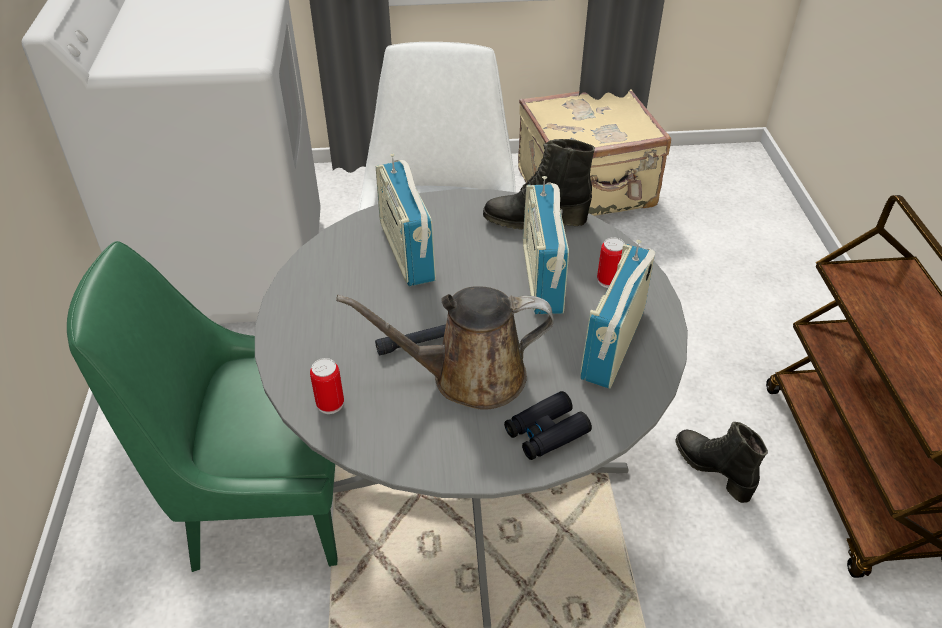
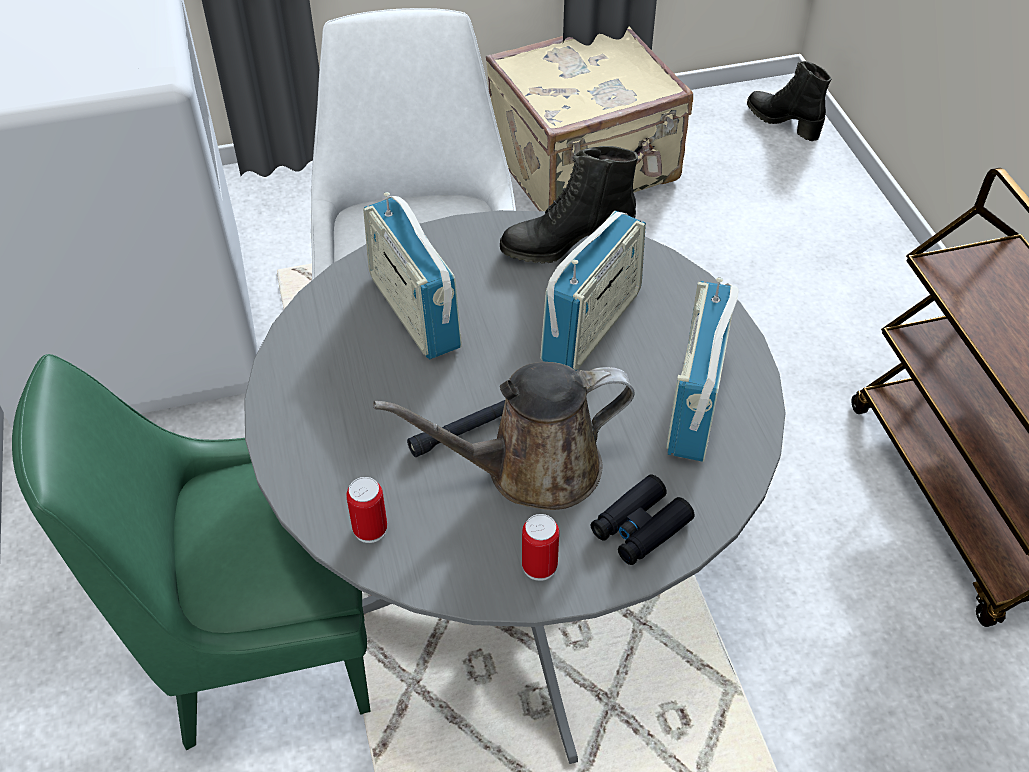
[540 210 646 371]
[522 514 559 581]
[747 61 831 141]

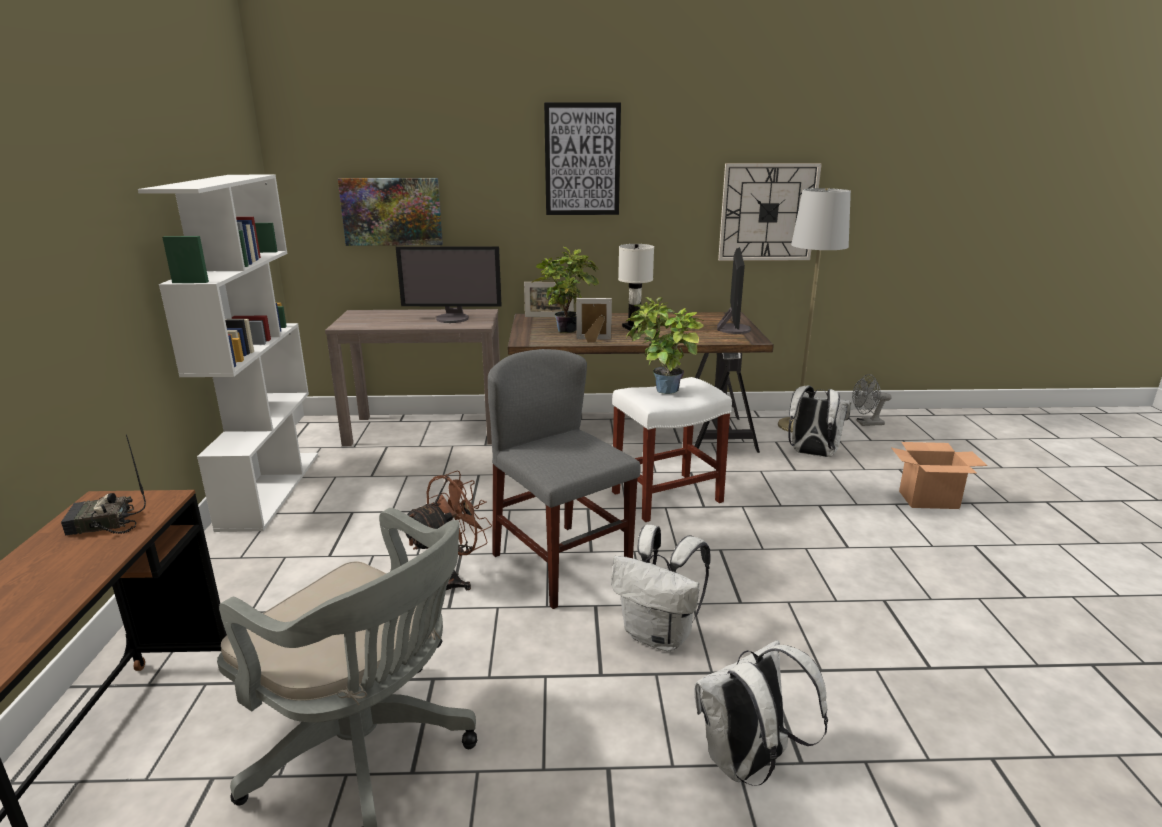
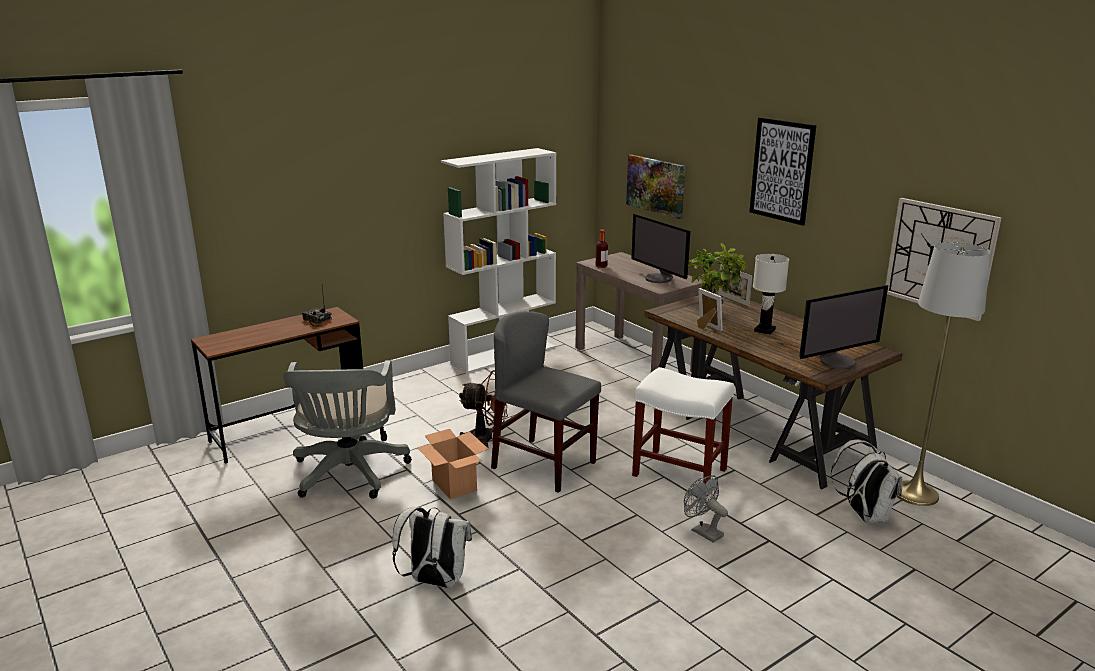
[491 311 601 493]
[611 525 711 652] (first image)
[626 297 704 394] (first image)
[684 475 728 543]
[417 429 488 499]
[596 230 608 268]

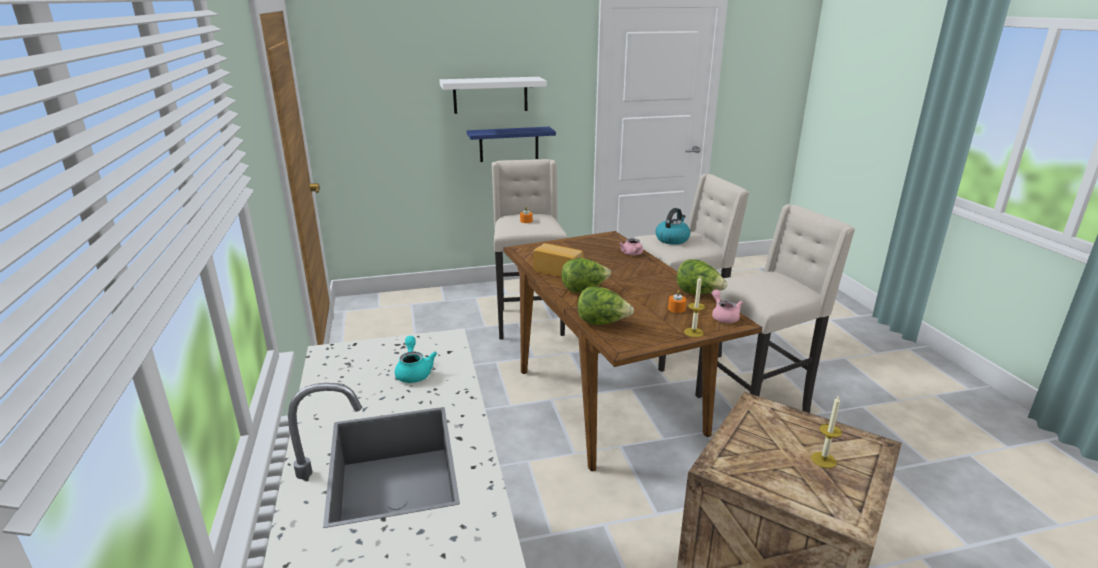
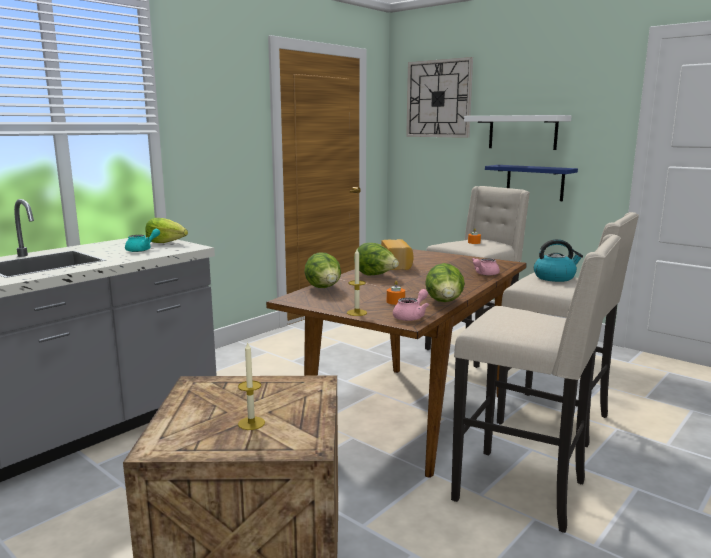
[145 218 188 243]
[406 57 473 138]

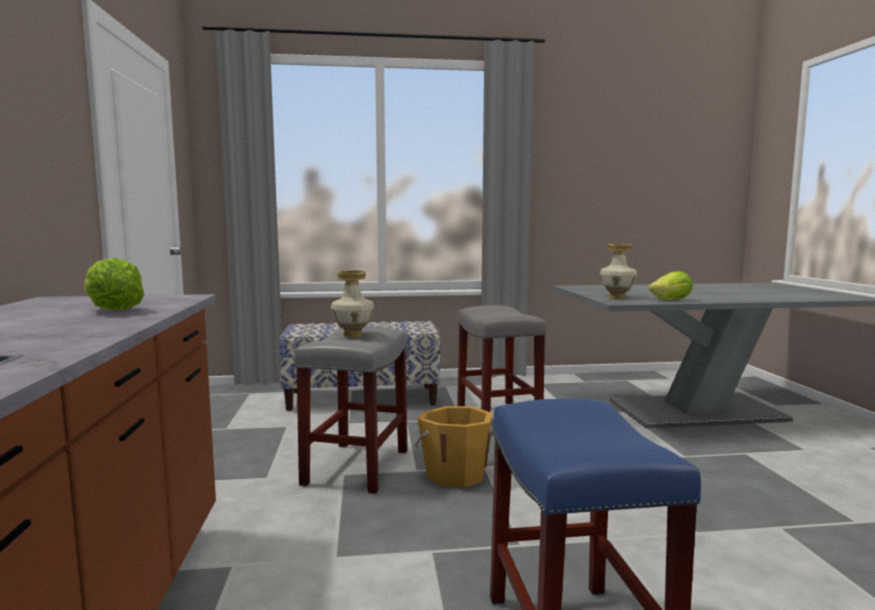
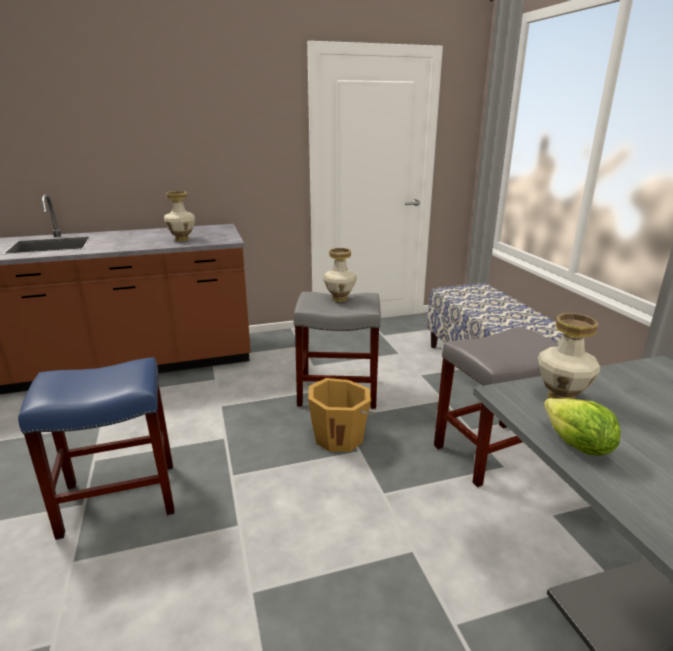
[164 191 195 241]

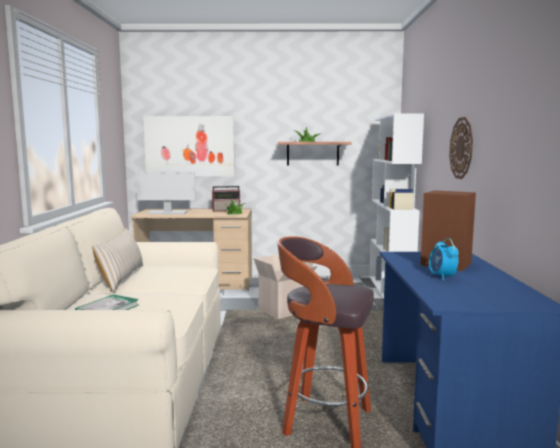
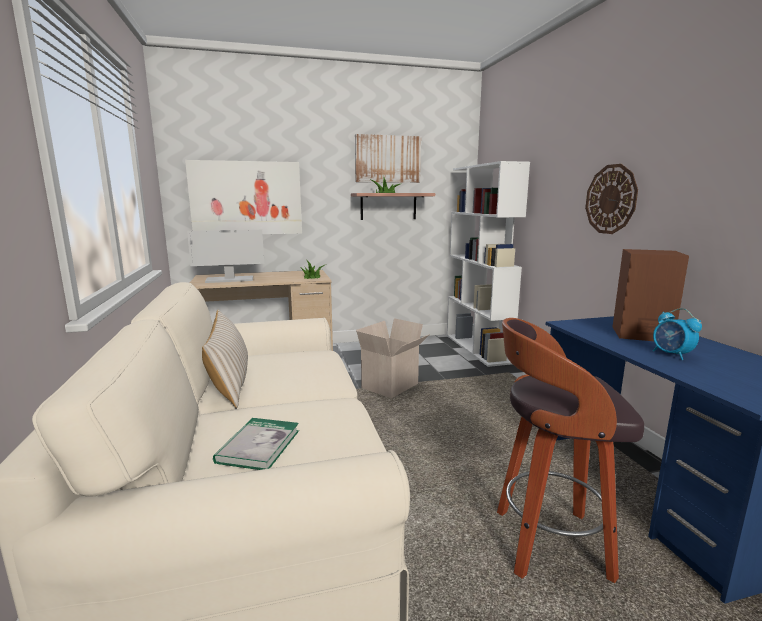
[212 186 240 212] (first image)
[355 134 421 183]

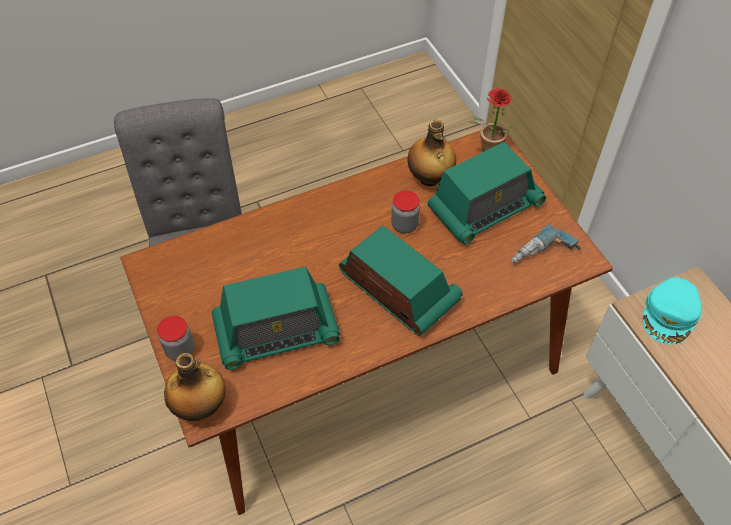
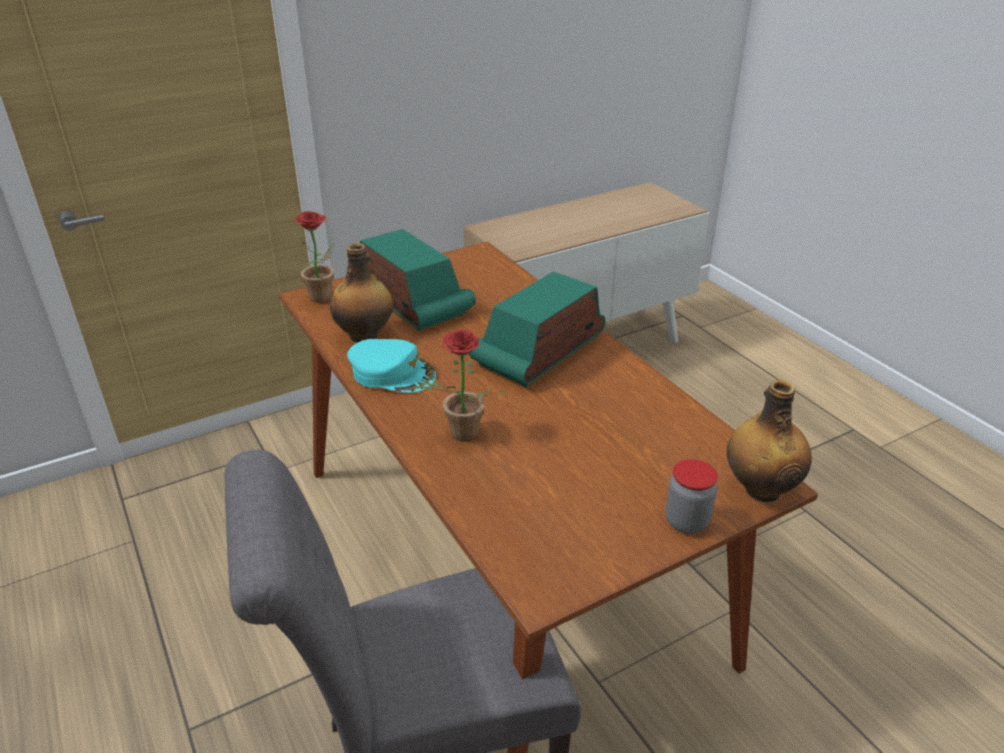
[212 267 340 370] (first image)
[391 191 420 234] (first image)
[511 224 581 263] (first image)
[347 339 436 393]
[422 330 505 442]

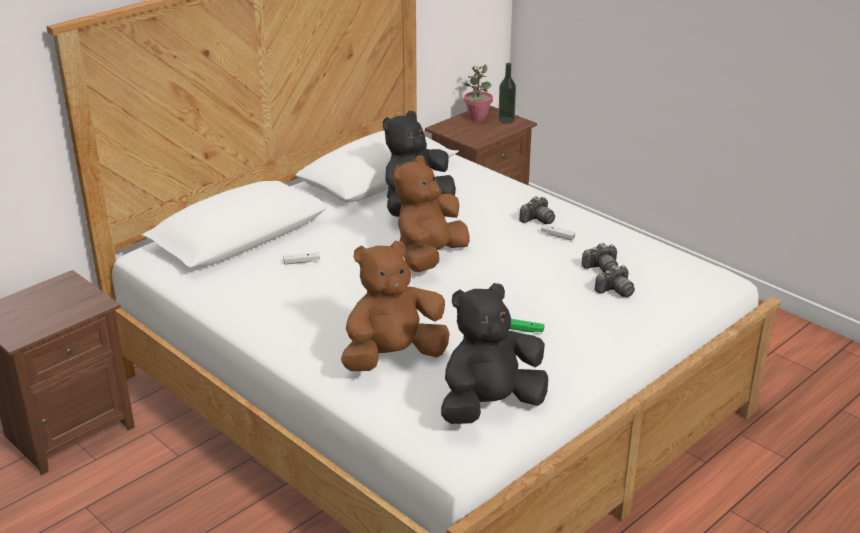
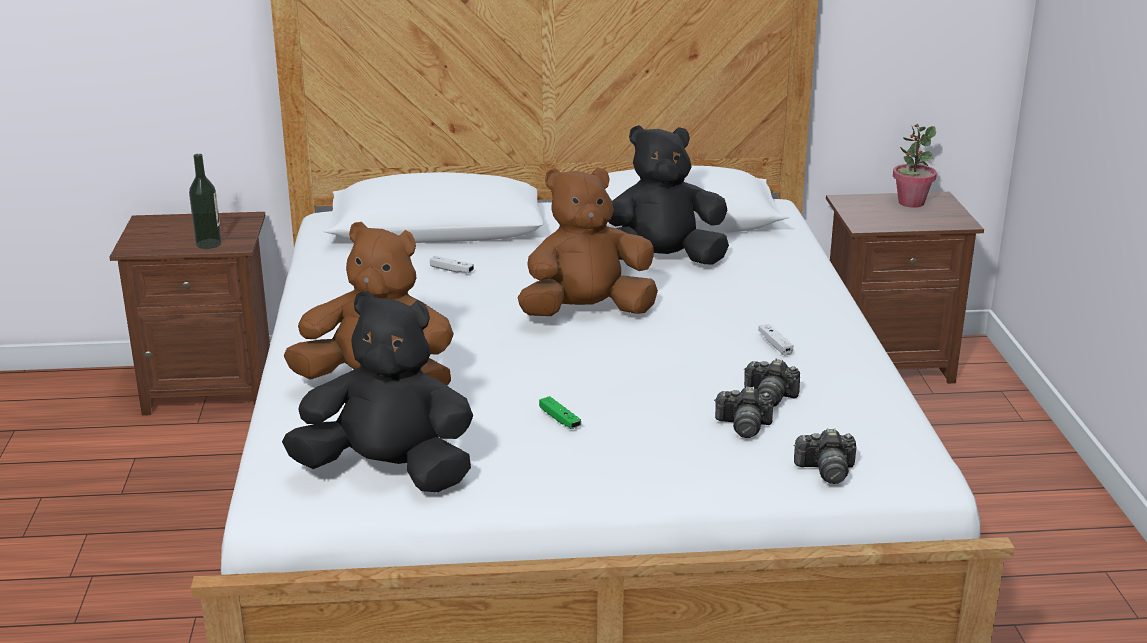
[189 154 222 249]
[793 428 856 484]

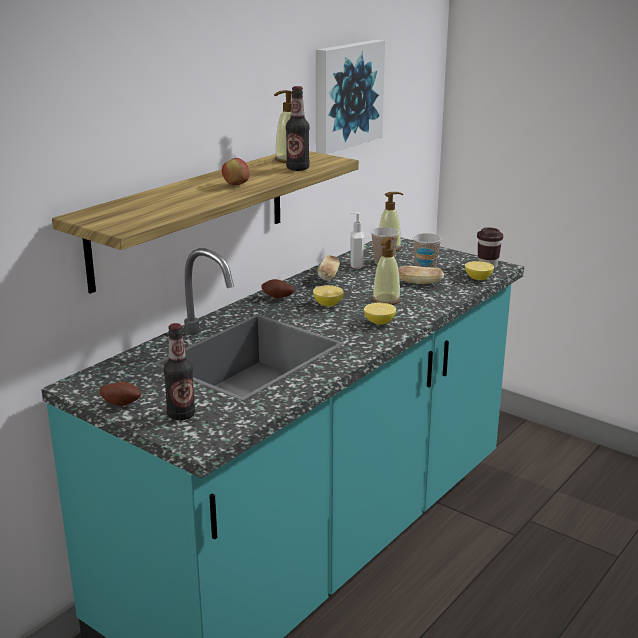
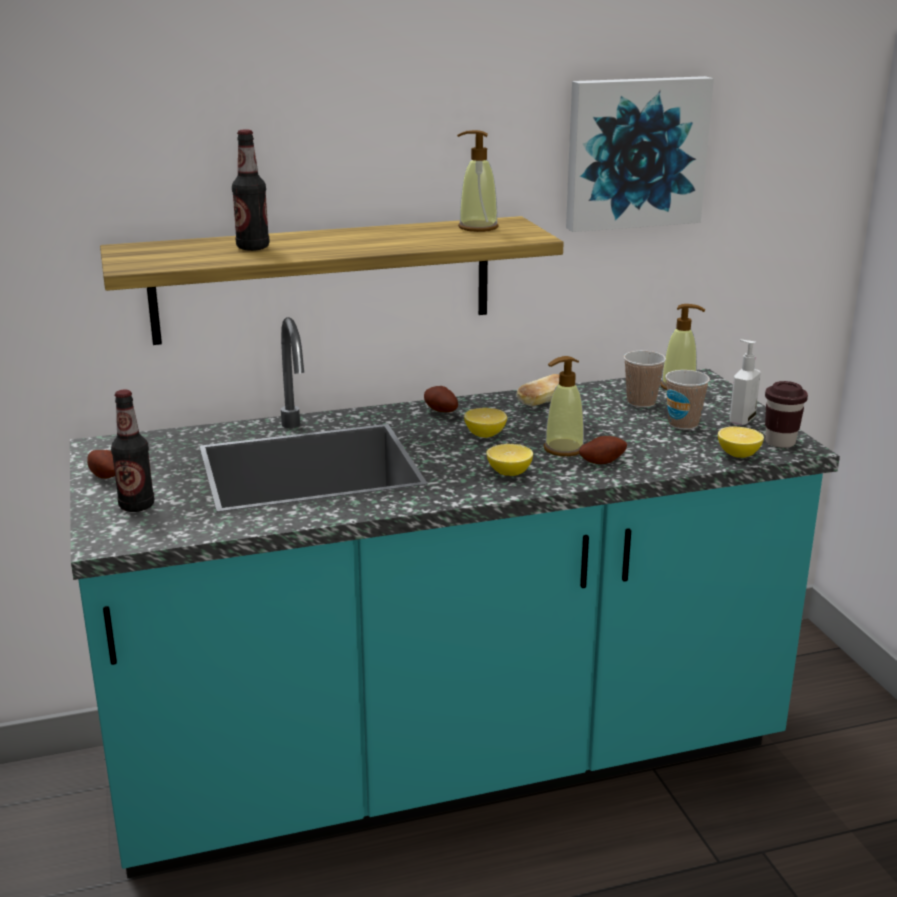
[222 158 250 185] (first image)
[232 129 269 251]
[729 339 761 426]
[398 266 444 284] (first image)
[579 436 627 464]

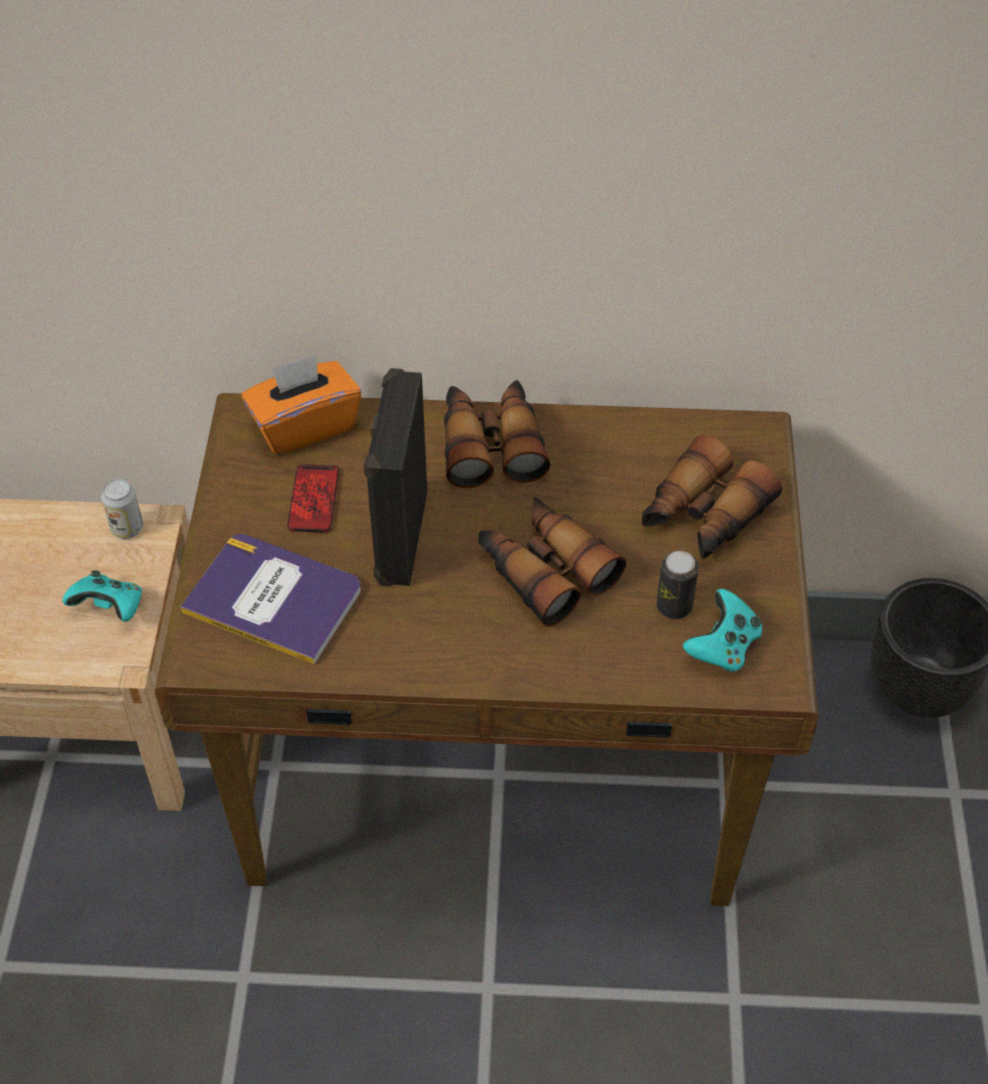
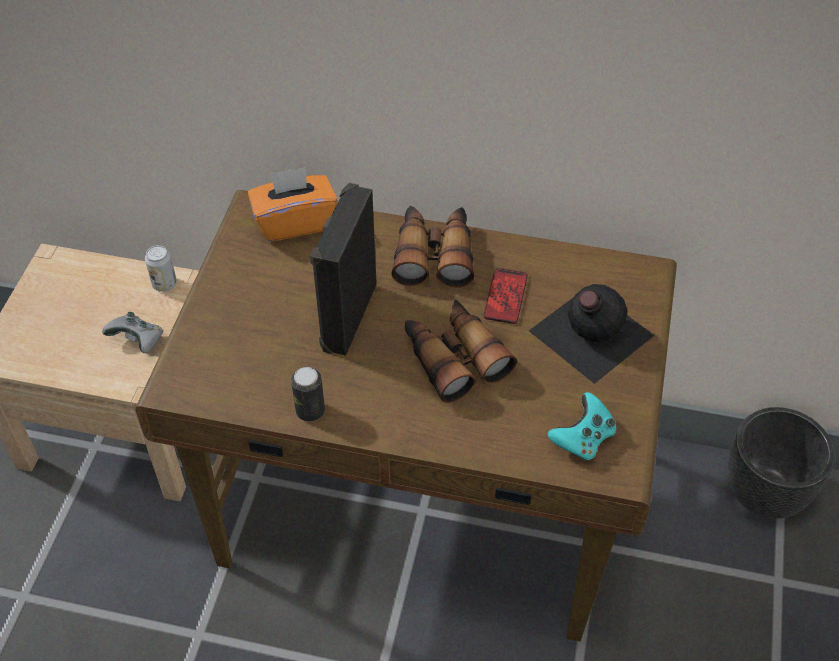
[102 312 163 353]
[180 534 361 665] (first image)
[483 268 528 324]
[529 284 654 384]
[291 367 325 422]

